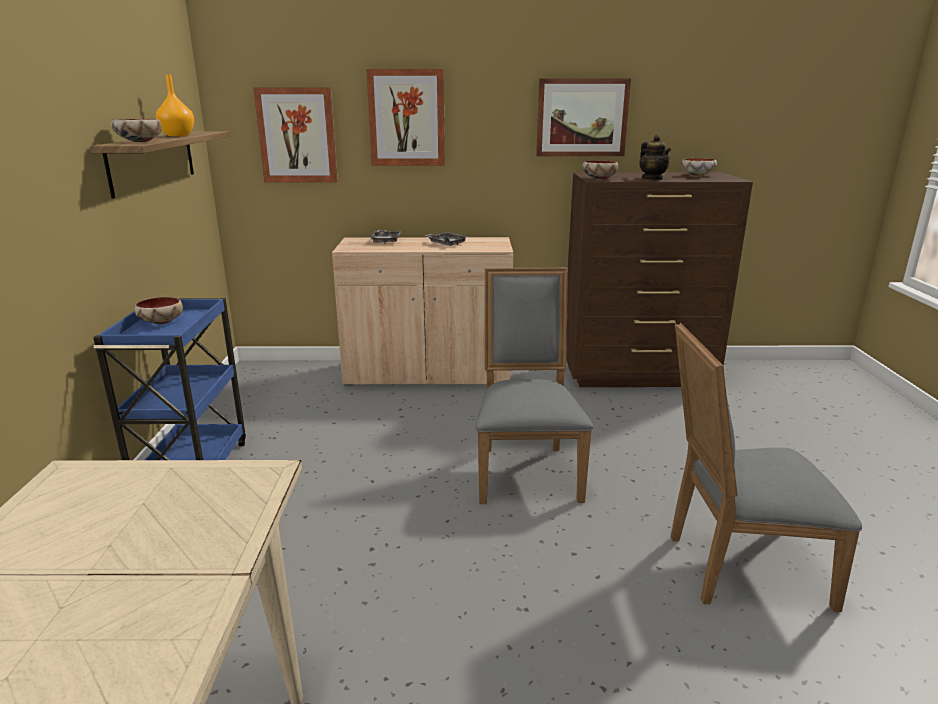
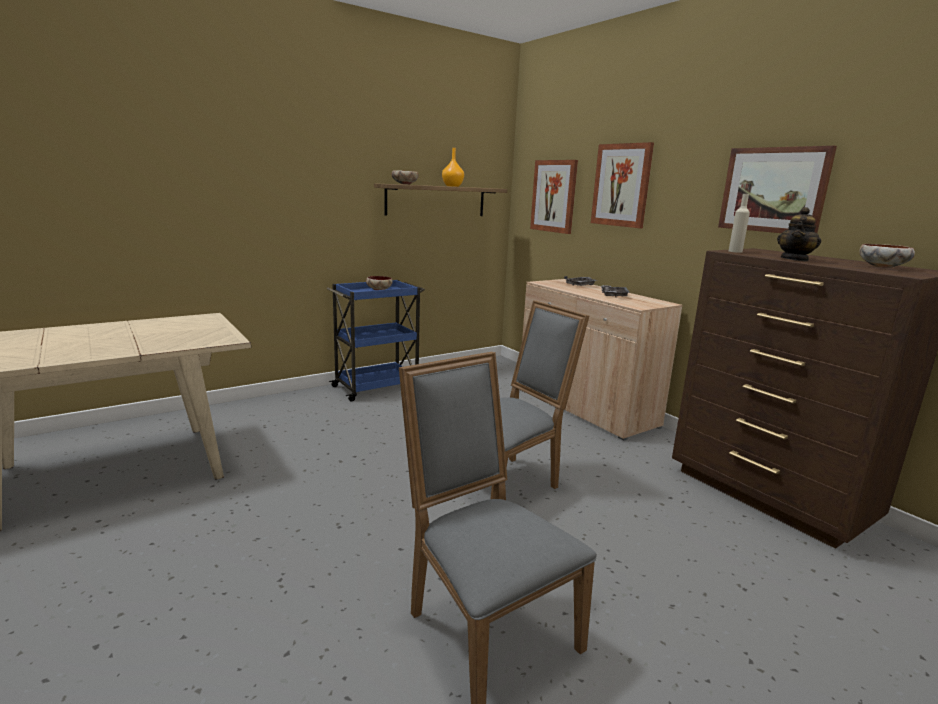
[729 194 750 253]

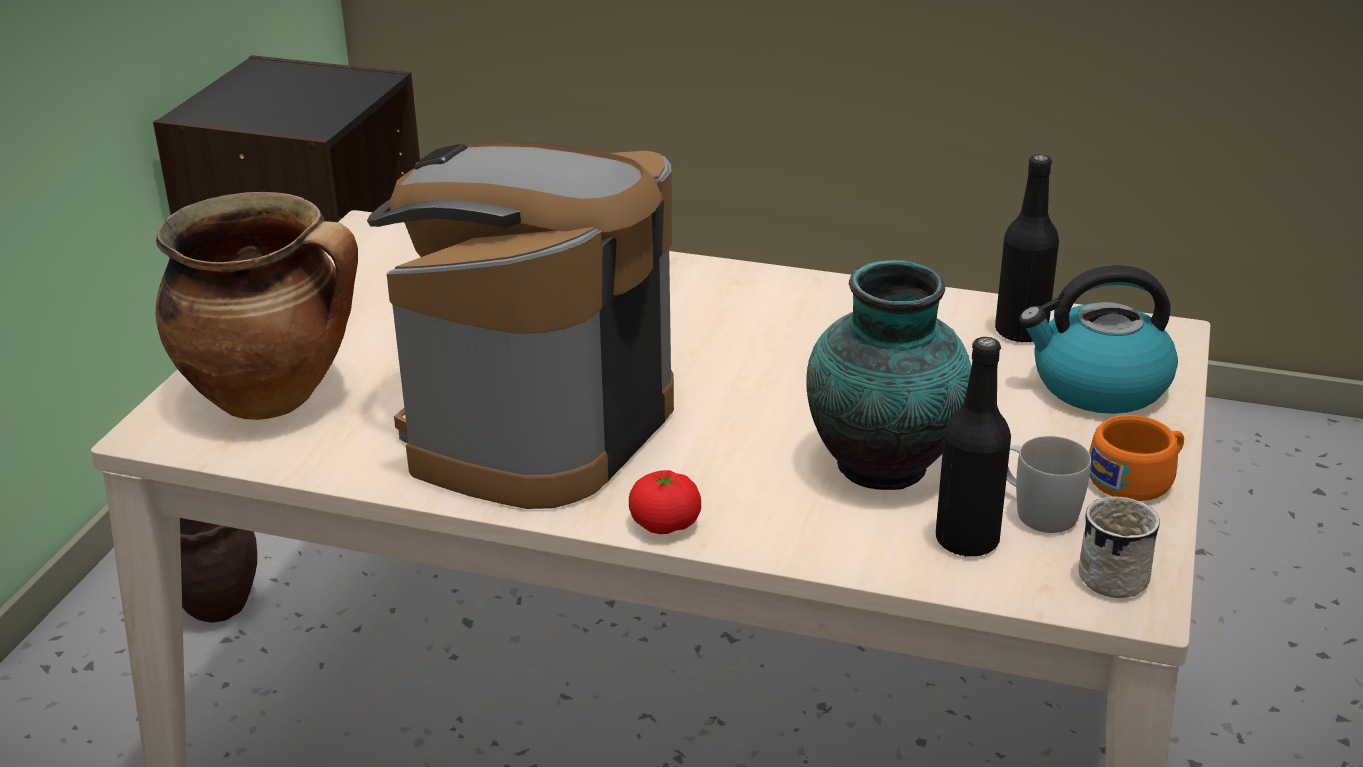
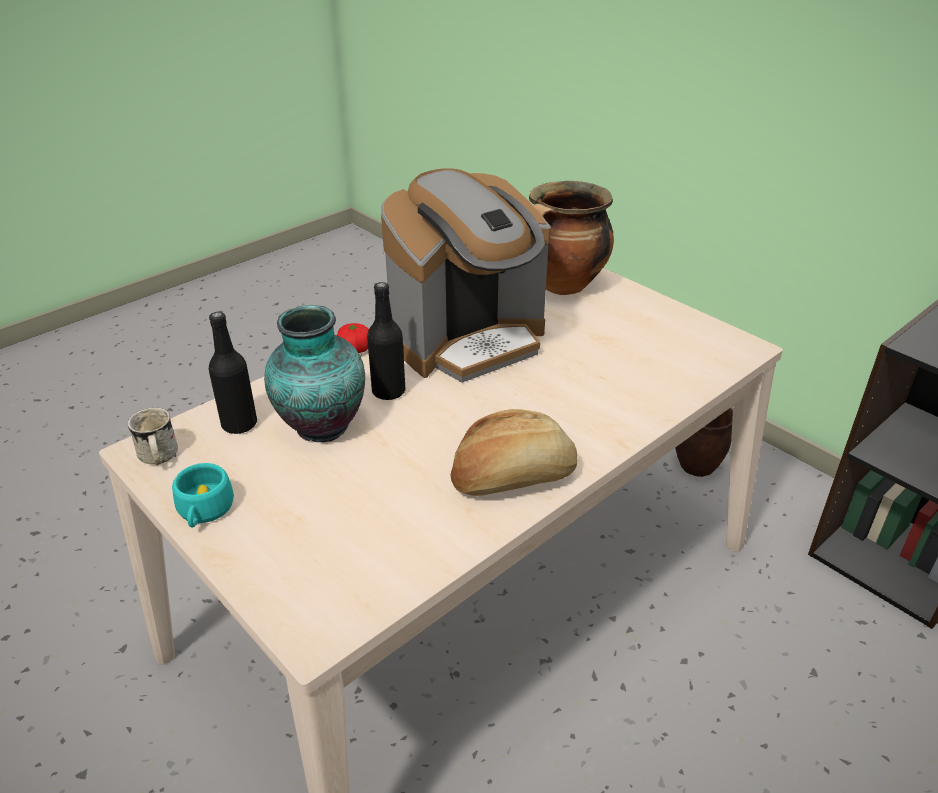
[381 168 551 383]
[367 282 405 400]
[1007 436 1091 533] (first image)
[1019 265 1178 414] (first image)
[172 463 234 528]
[451 409 577 496]

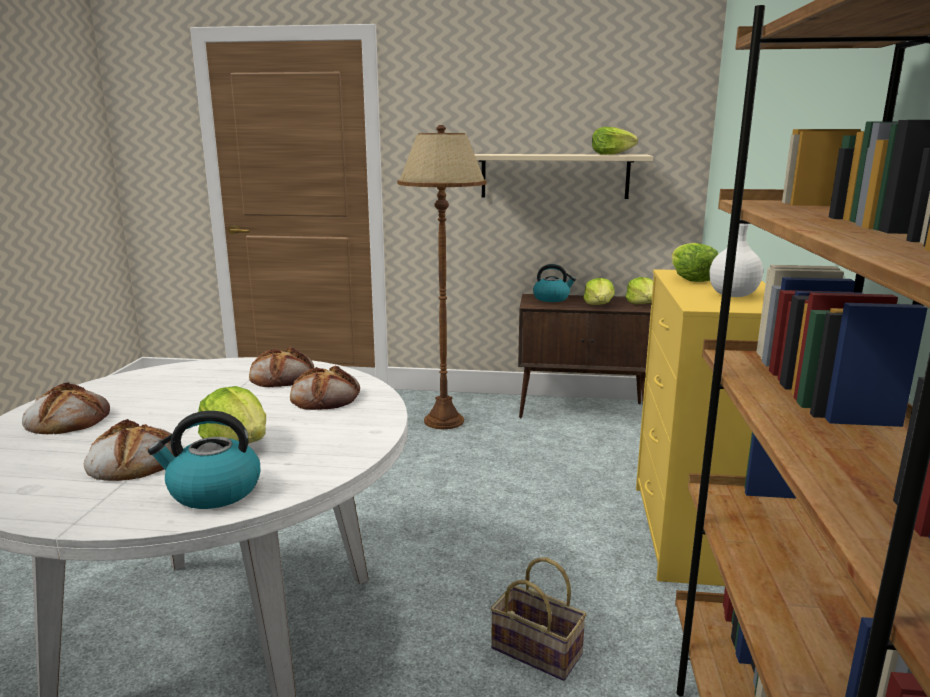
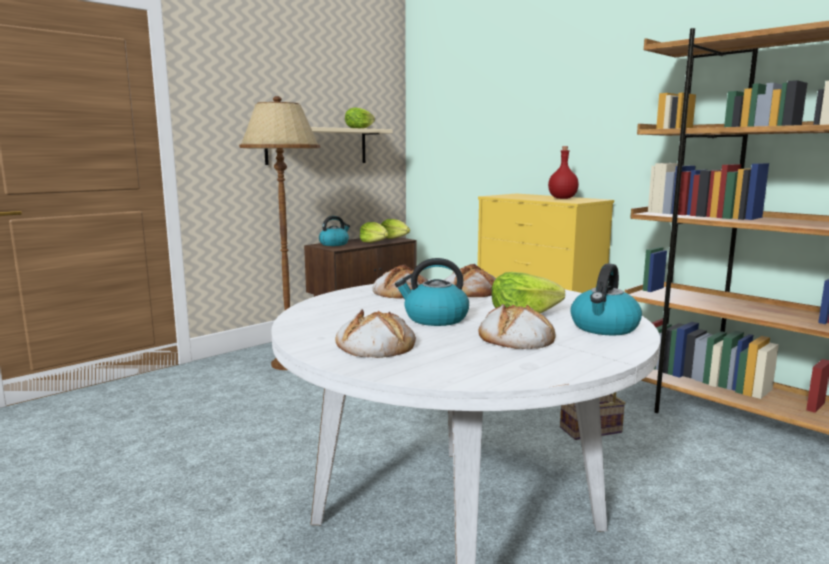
[672 243 718 282] (first image)
[548 146 579 199]
[395 258 469 326]

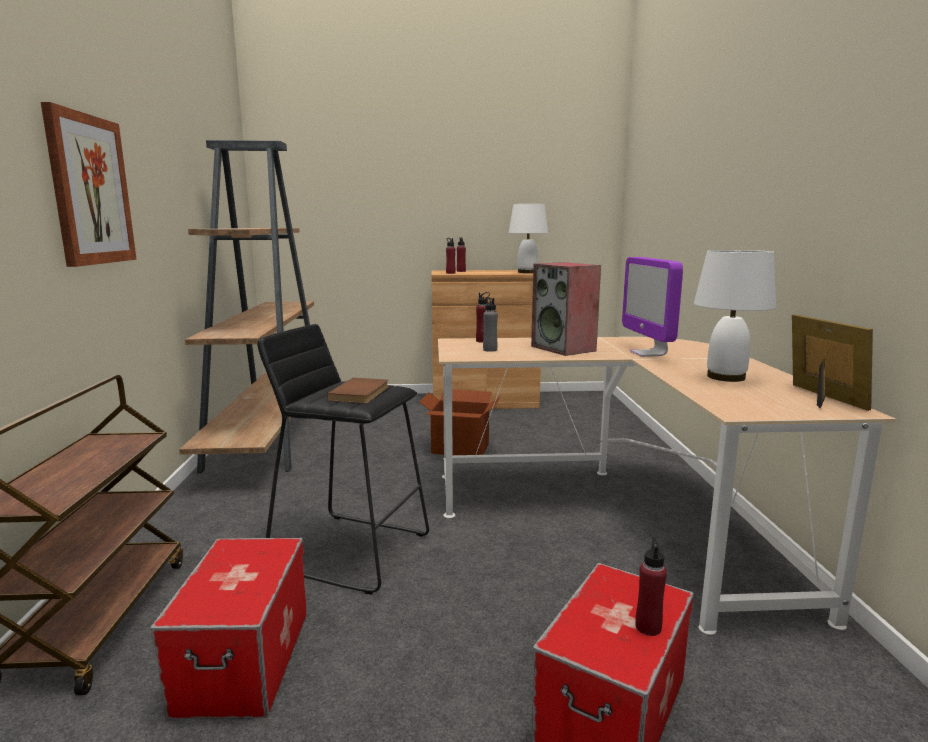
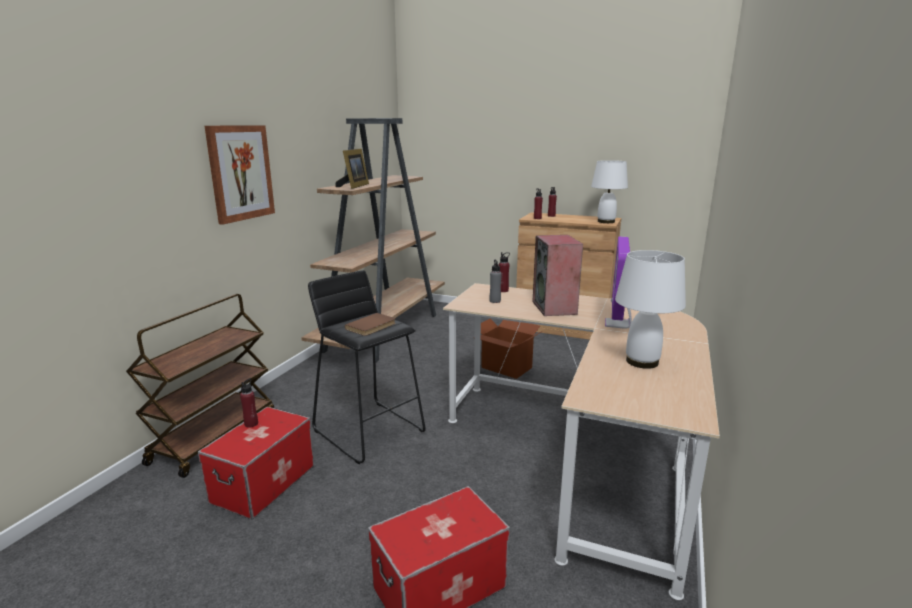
[240 378 258 428]
[335 148 369 189]

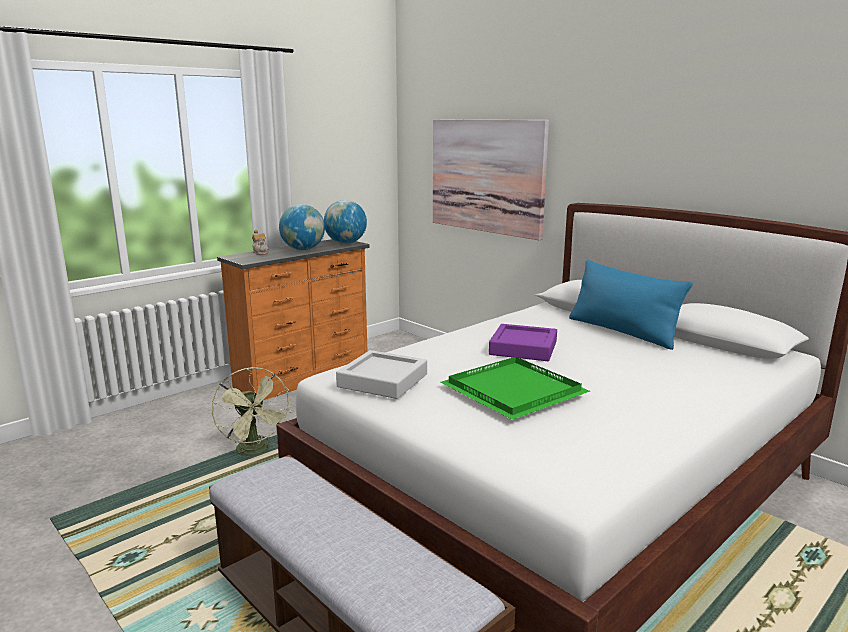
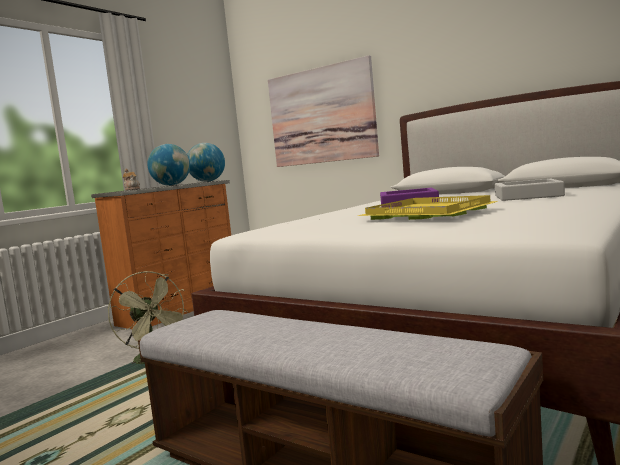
[495 179 565 201]
[358 195 498 220]
[569 260 693 350] (first image)

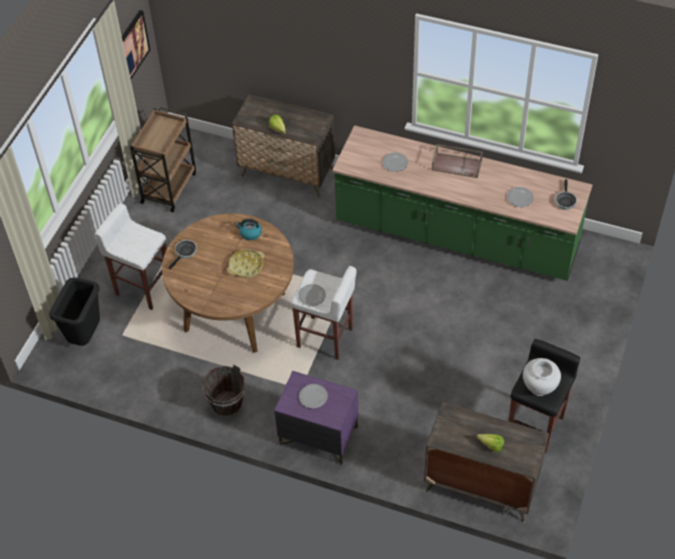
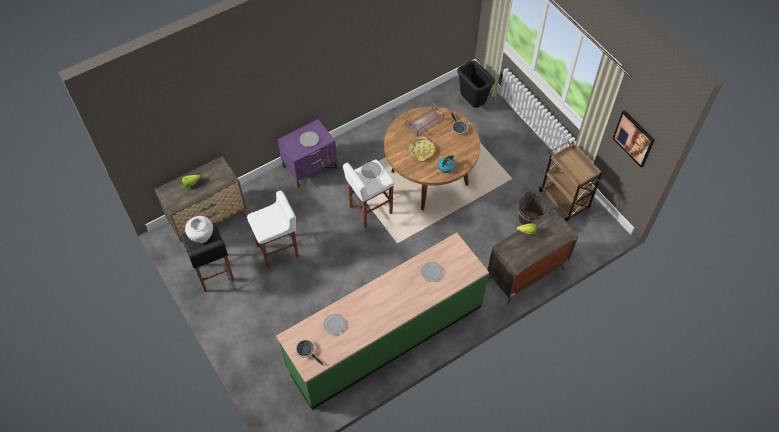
[247 191 299 270]
[518 191 549 225]
[406 103 444 137]

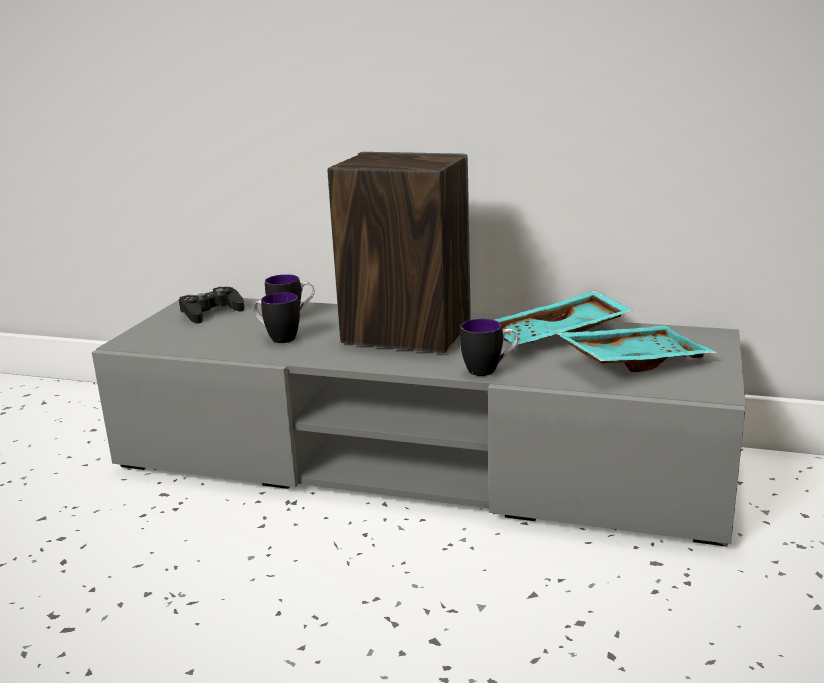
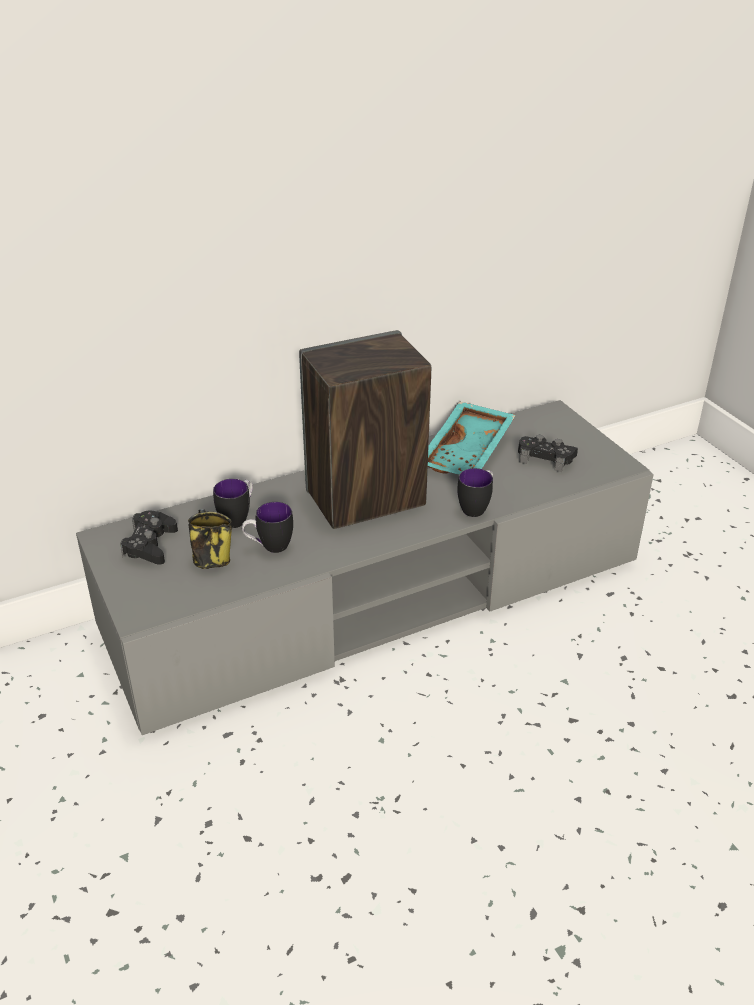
[518 435 578 472]
[188 509 232 569]

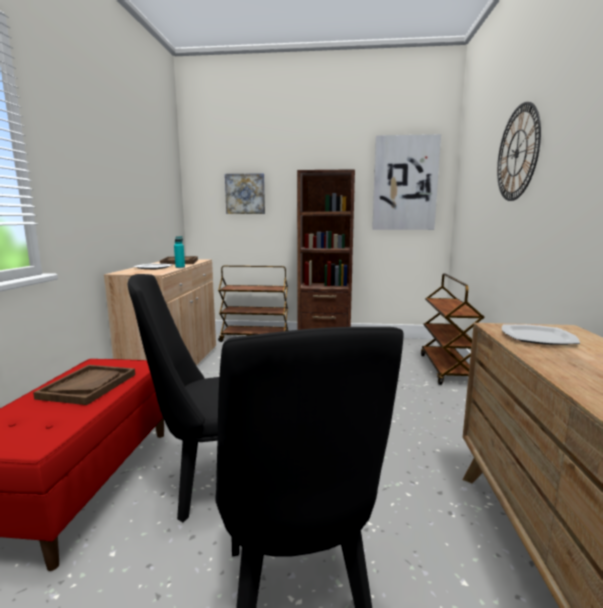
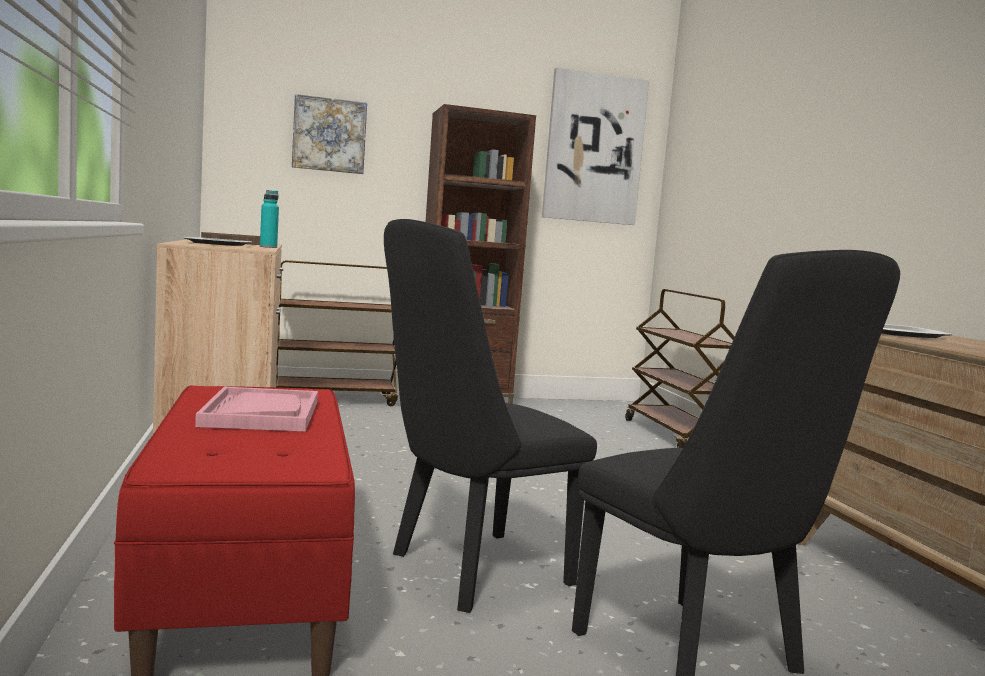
[195 387 318 432]
[497 102 541 201] (first image)

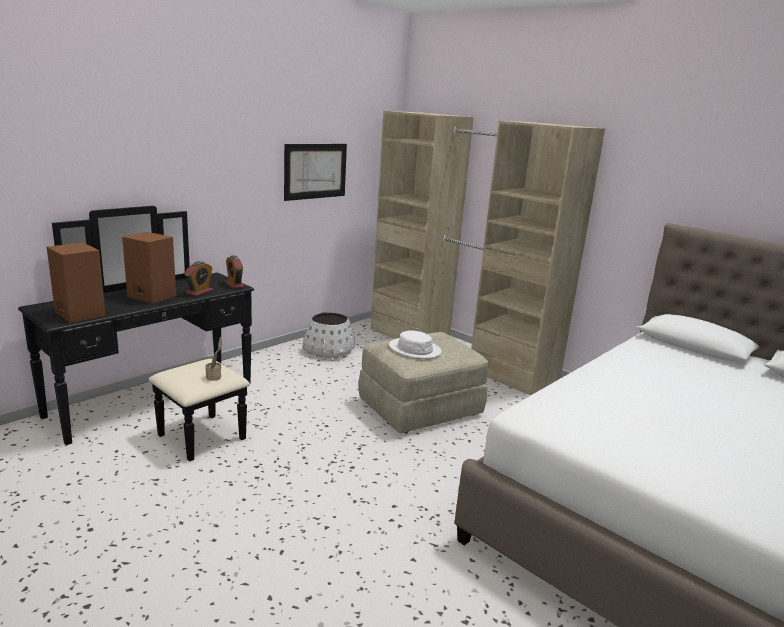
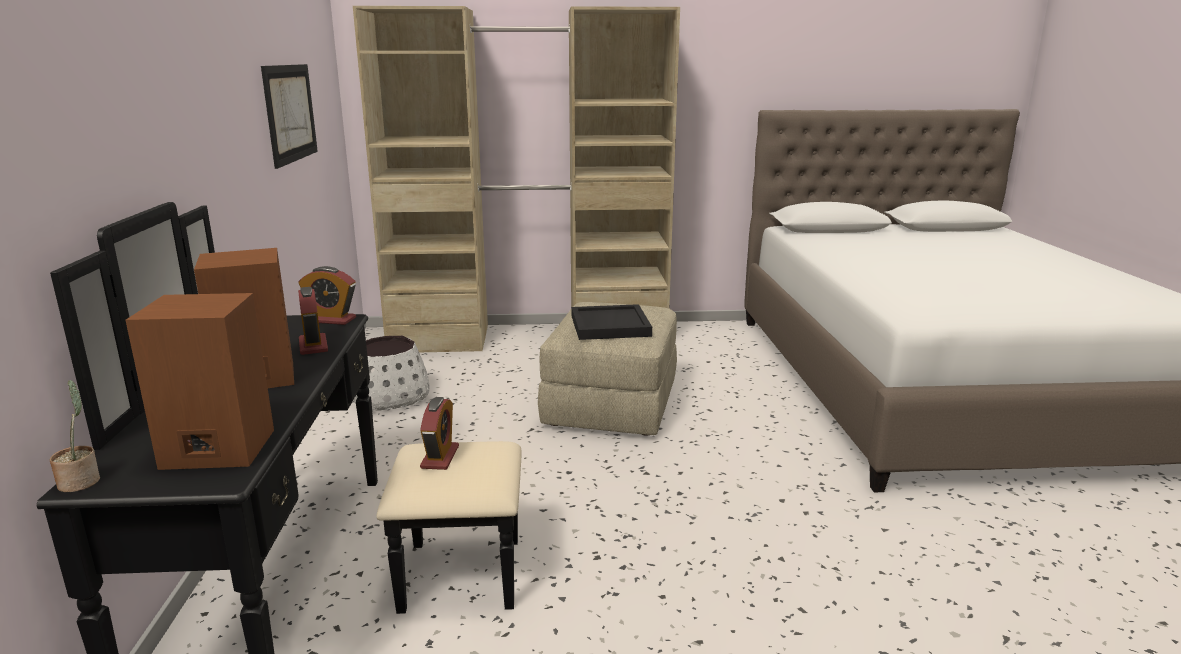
[50 380 100 492]
[571 304 652 340]
[420 397 459 470]

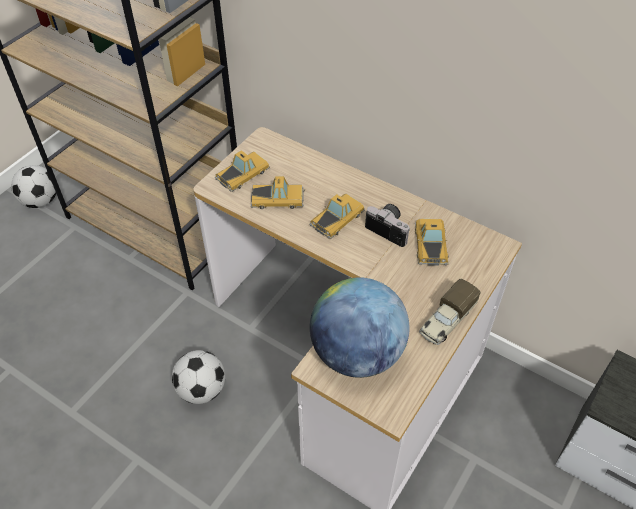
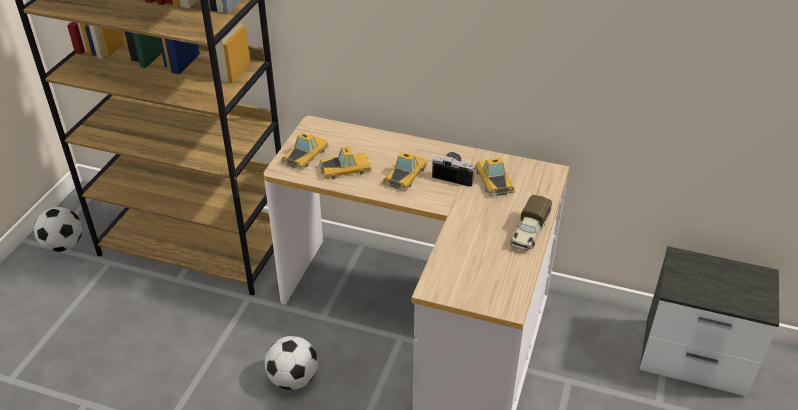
[310 277 410 378] (first image)

